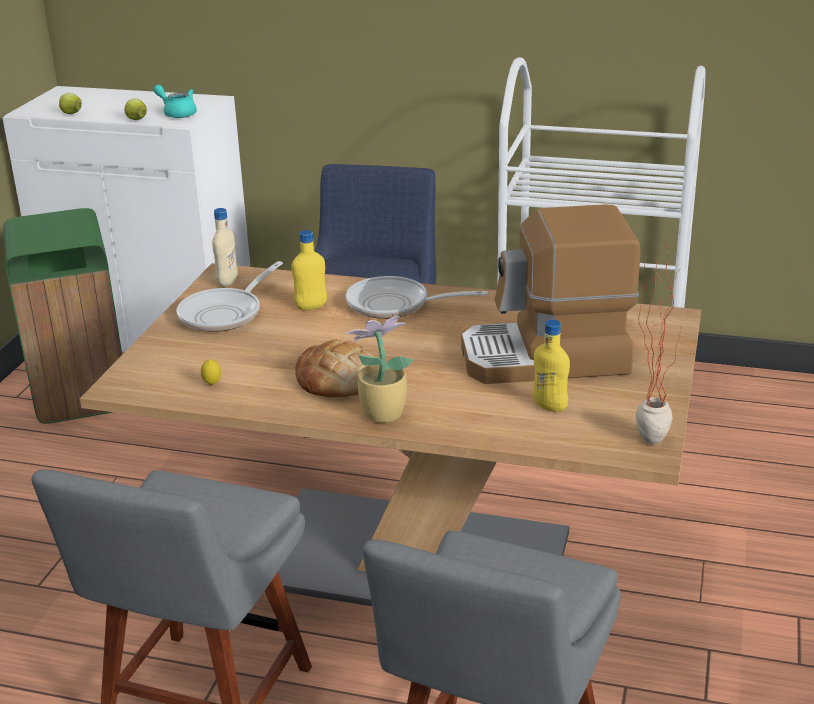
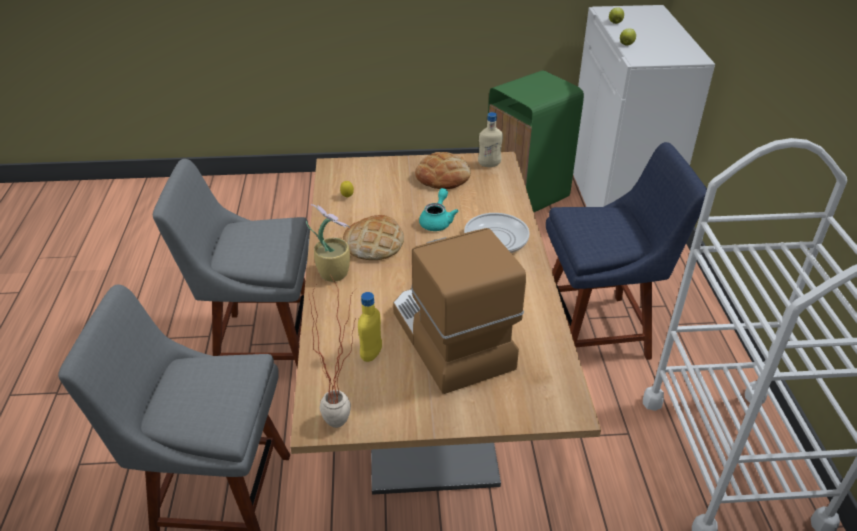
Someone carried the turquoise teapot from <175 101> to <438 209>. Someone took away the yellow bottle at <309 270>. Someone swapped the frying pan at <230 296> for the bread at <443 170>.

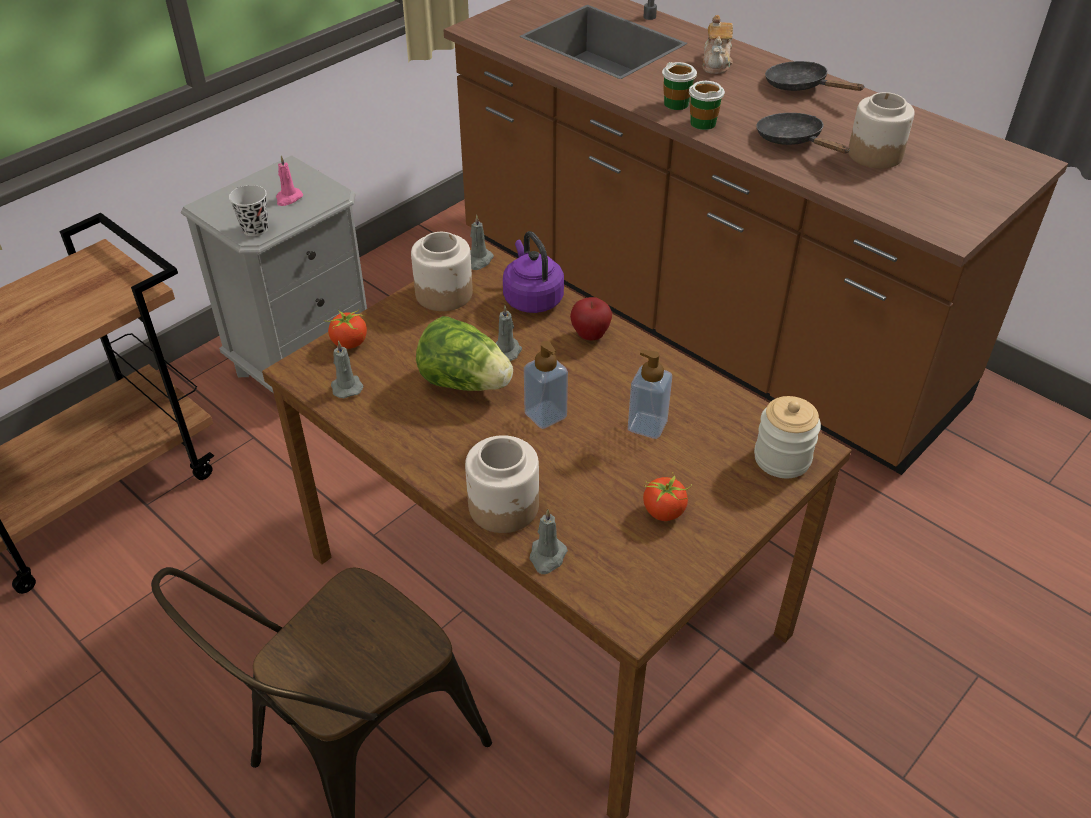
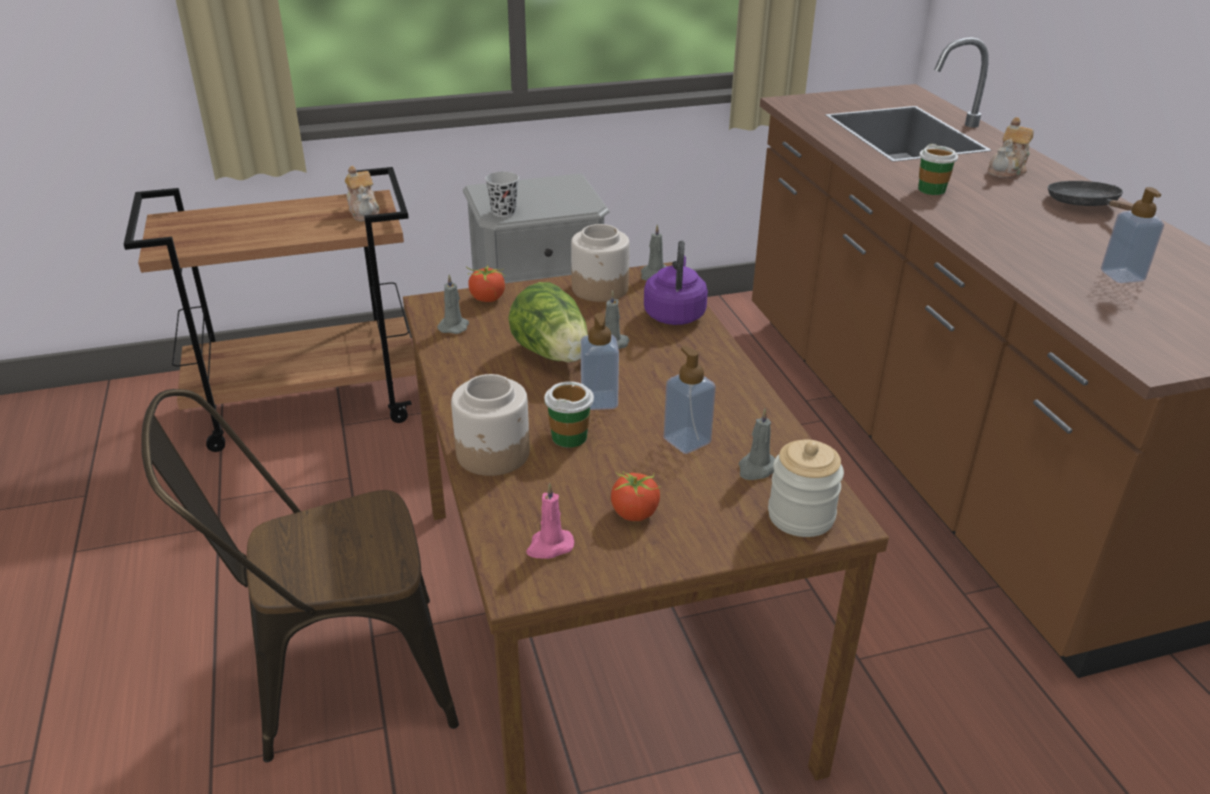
Someone carried the cup from <707 105> to <569 414>. Someone swapped the jar at <881 130> for the soap dispenser at <1132 235>. Someone took away the black frying pan at <803 133>. Someone carried the pink candle from <289 180> to <550 521>. Someone took away the apple at <591 319>. Someone carried the grey candle from <549 541> to <757 444>. Someone put down the teapot at <362 193>.

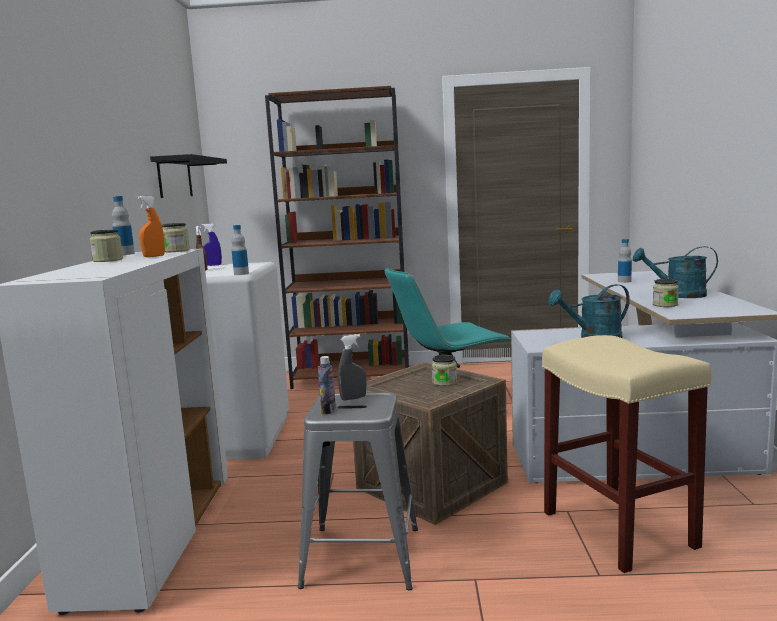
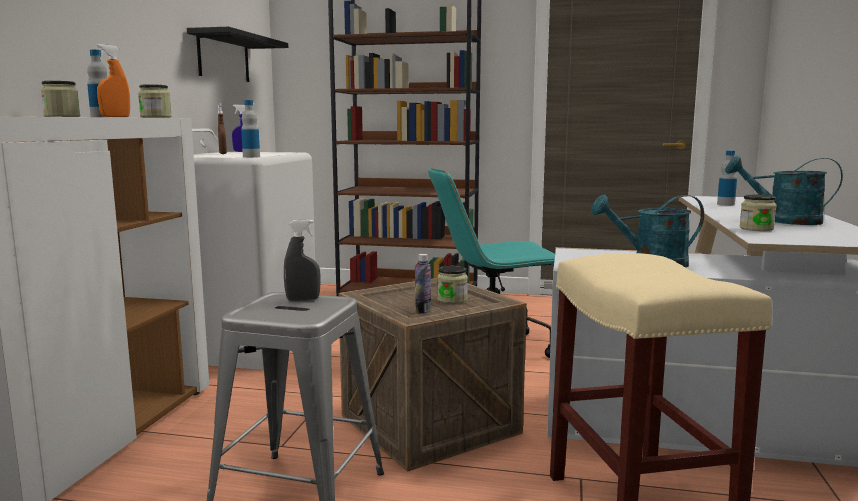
Someone carried the bottle from <327 385> to <423 284>.

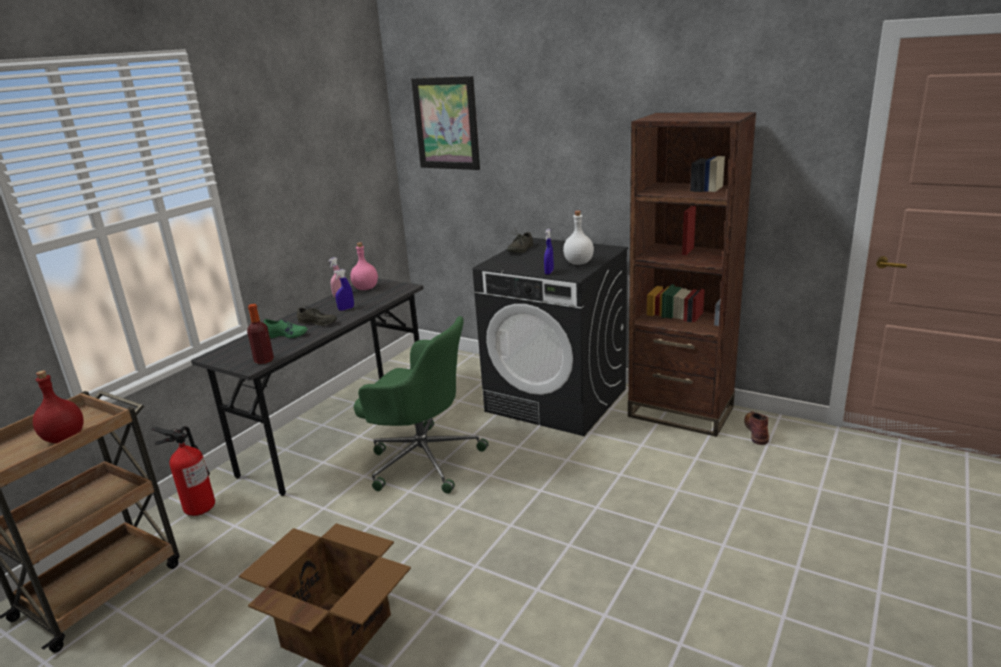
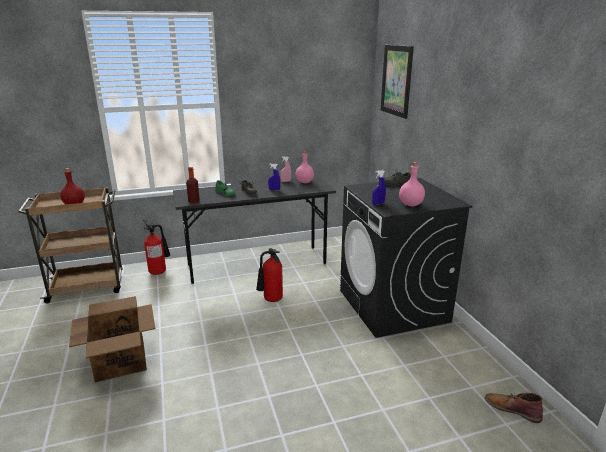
Someone took away the brown bookcase at <692 274>. Someone repainted the white bottle at <578 238>, which became the pink bottle at <412 184>. Someone swapped the green office chair at <421 405> for the fire extinguisher at <269 275>. Someone rotated the brown boot at <756 428> by 105 degrees counterclockwise.

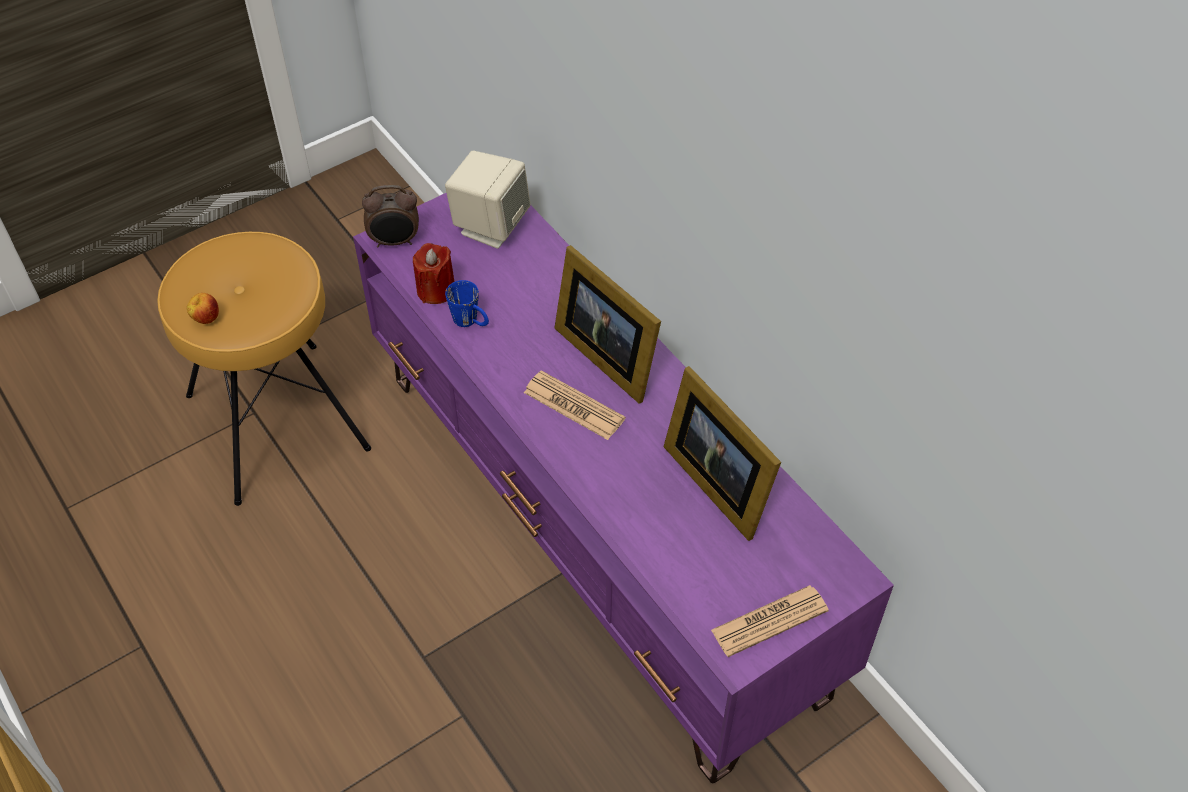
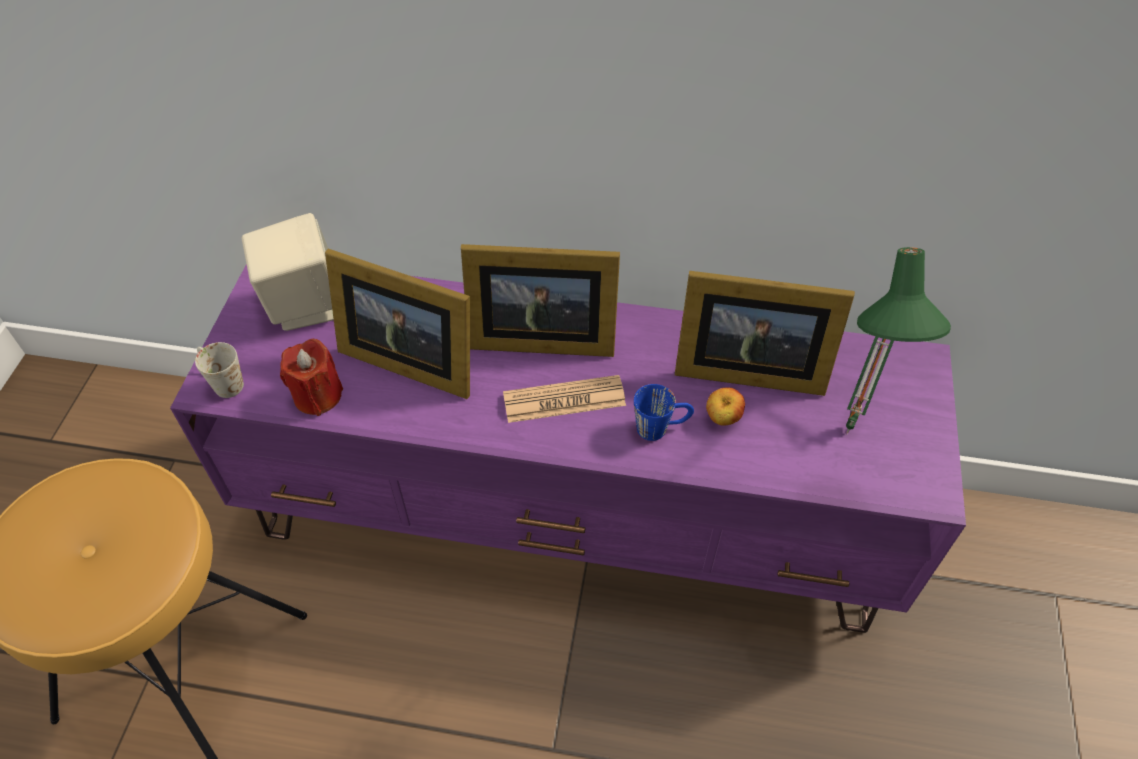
Someone swapped the alarm clock at <390 216> for the white mug at <219 370>. Someone carried the blue mug from <467 303> to <664 412>. Someone carried the apple from <203 308> to <725 406>. Someone took away the newspaper at <770 621>. Someone put down the green table lamp at <898 341>. Someone put down the picture frame at <397 324>.

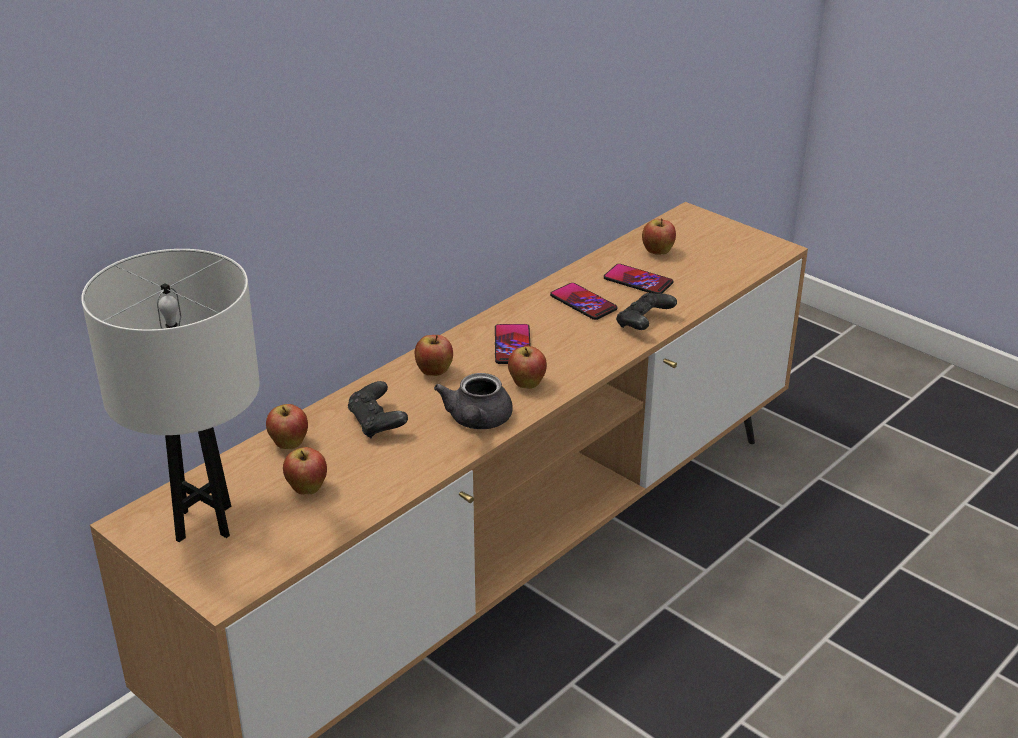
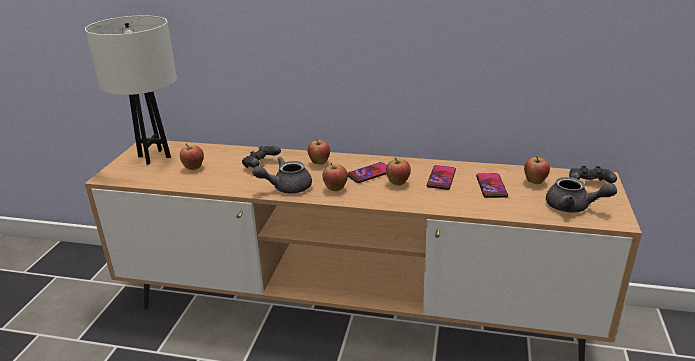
Someone carried the black game controller from <646 311> to <593 174>. Someone carried the apple from <287 426> to <398 171>. Someone put down the grey teapot at <581 194>.

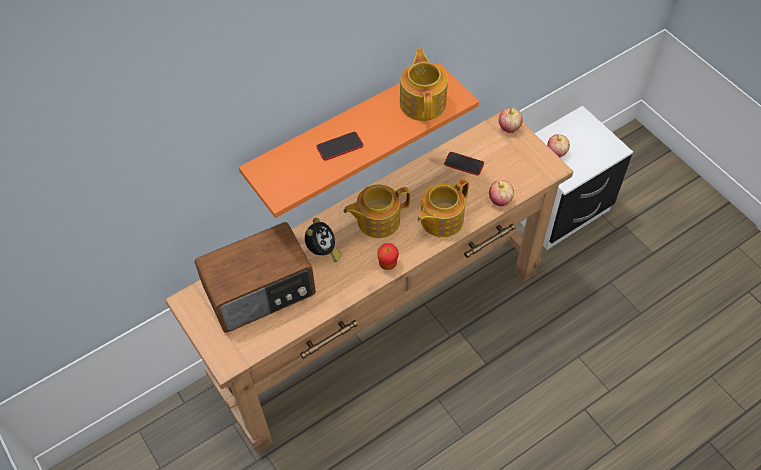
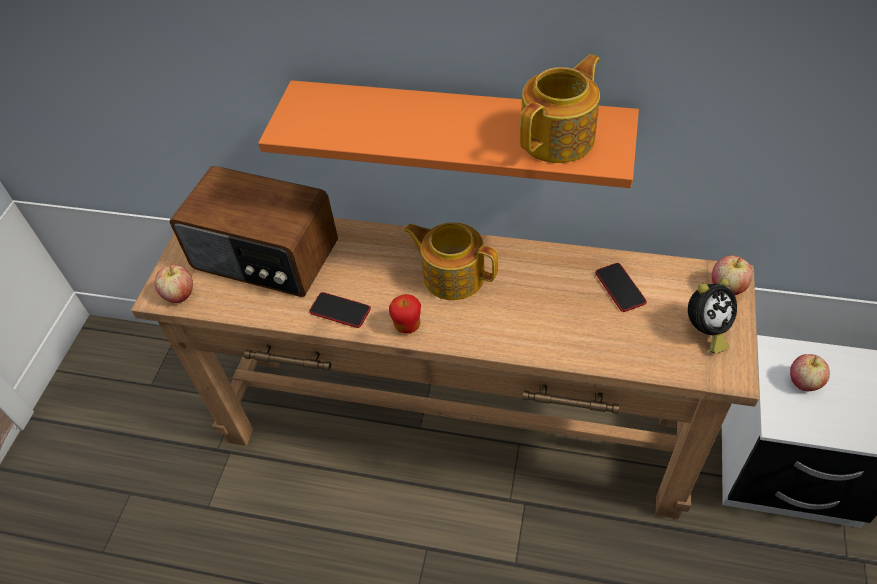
Someone carried the phone from <339 146> to <340 310>. Someone took away the teapot at <443 207>. Someone carried the apple from <501 193> to <173 284>. Someone carried the alarm clock from <323 240> to <712 316>.

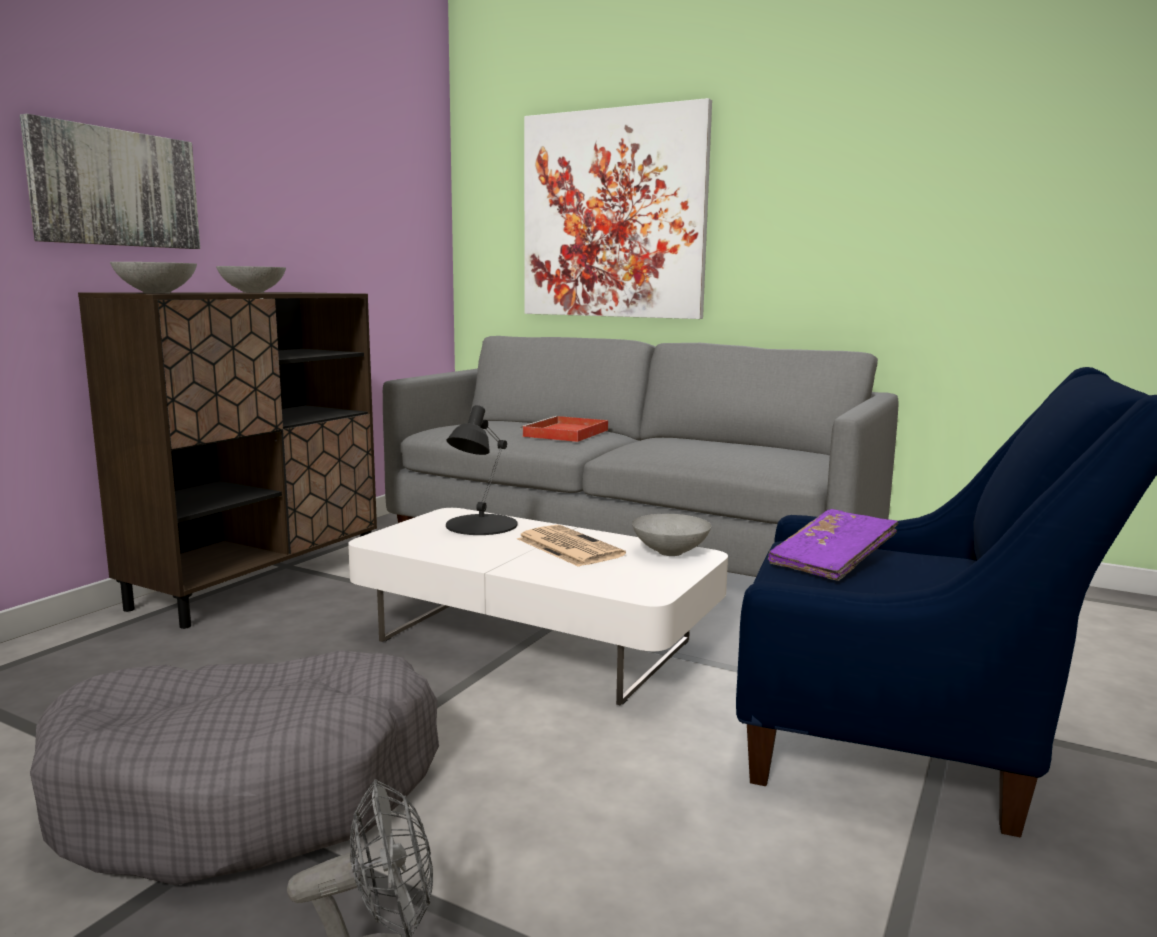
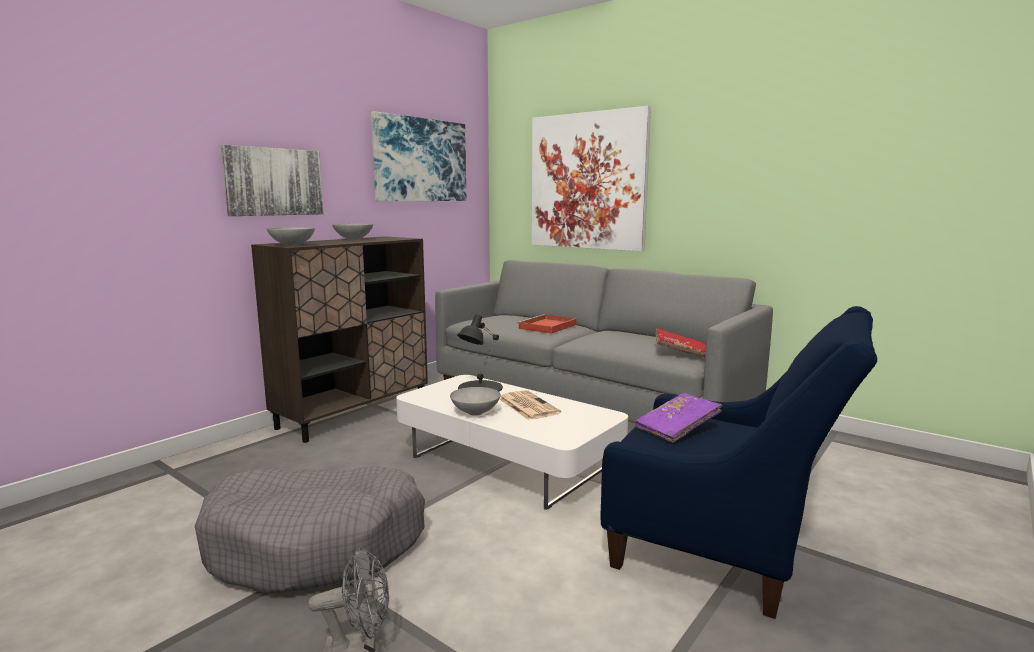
Someone carried the grey bowl from <671 535> to <475 401>. Someone put up the picture at <418 156>. Someone put down the red book at <680 343>.

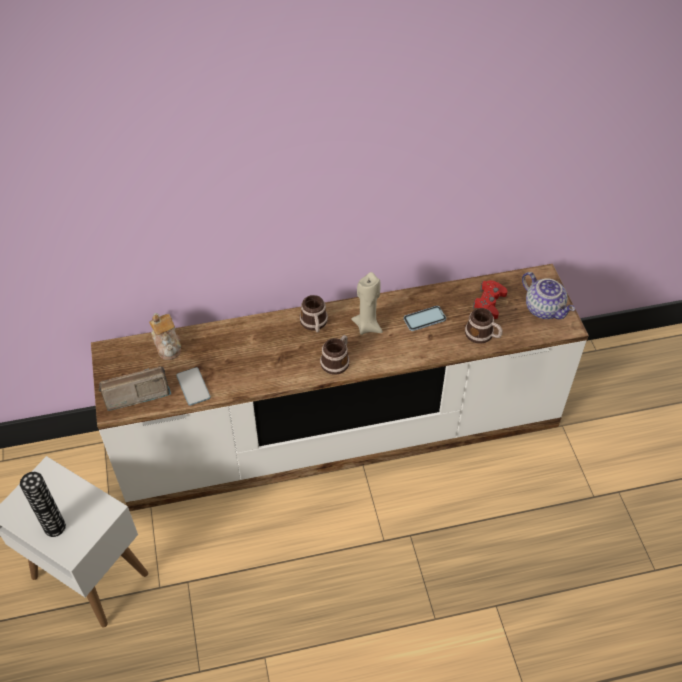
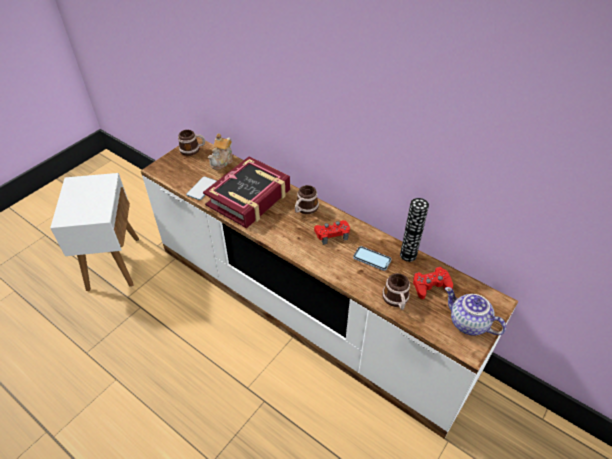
Someone swapped the beige candle at <367 303> for the red game controller at <332 232>. Someone rotated the teapot at <548 295> by 120 degrees clockwise. Someone carried the mug from <334 355> to <191 143>. Someone took away the radio at <135 388>. Someone carried the vase from <43 504> to <414 230>. Someone put down the book at <246 192>.

